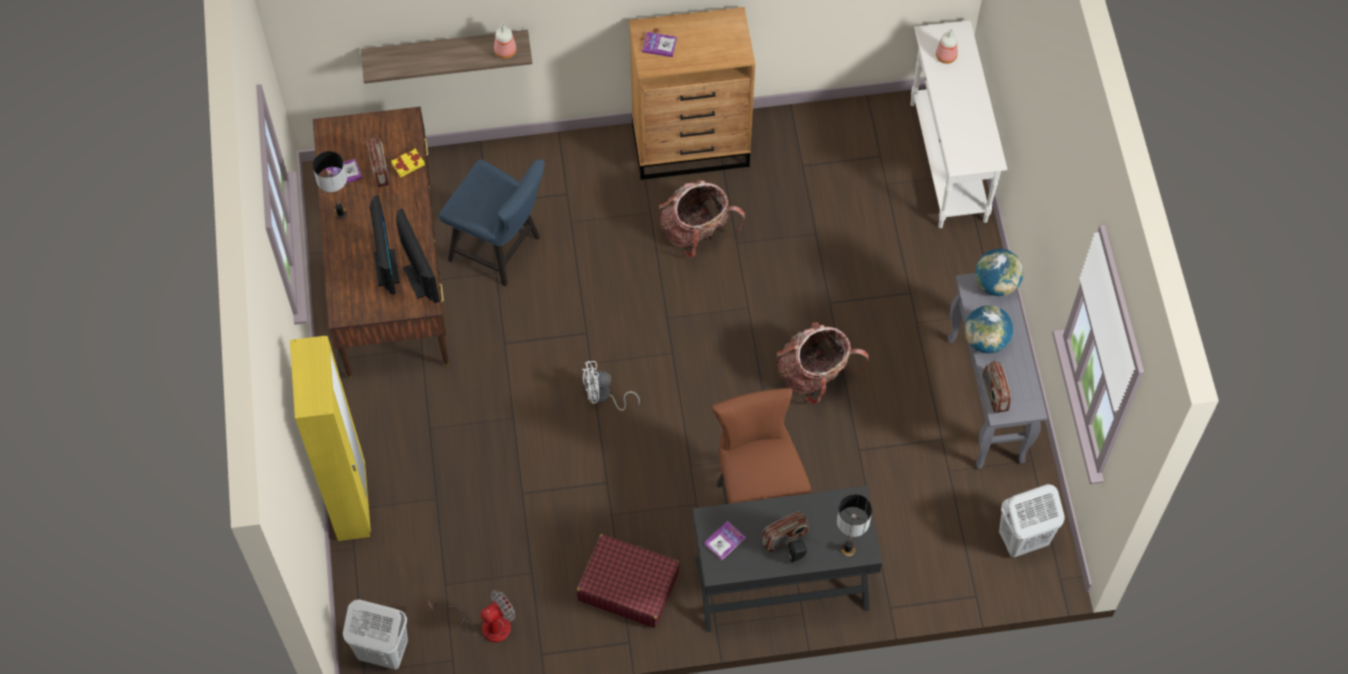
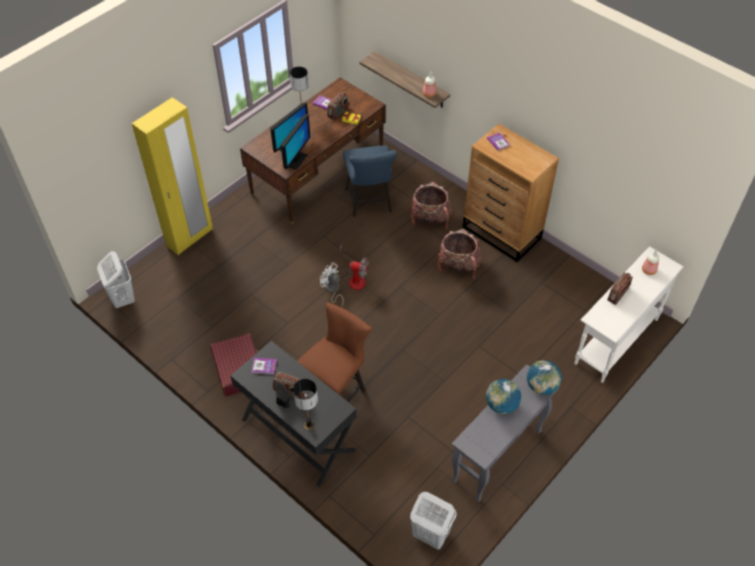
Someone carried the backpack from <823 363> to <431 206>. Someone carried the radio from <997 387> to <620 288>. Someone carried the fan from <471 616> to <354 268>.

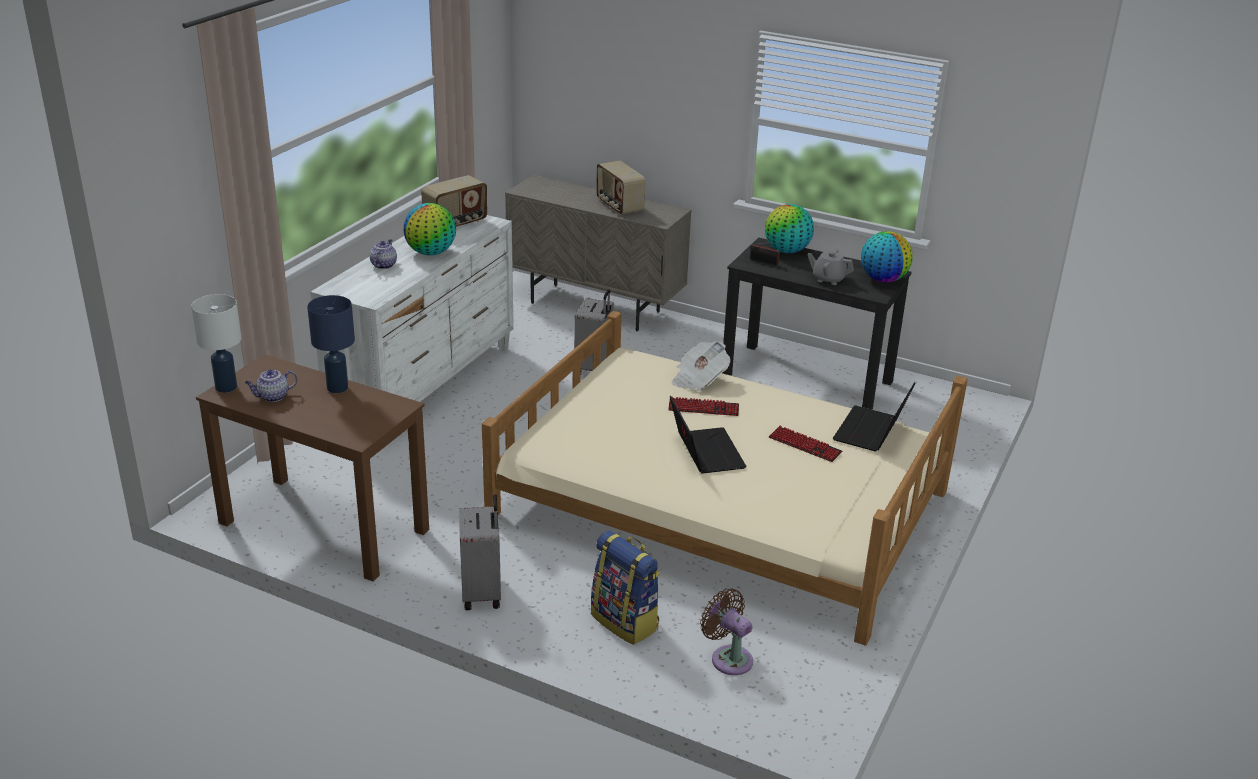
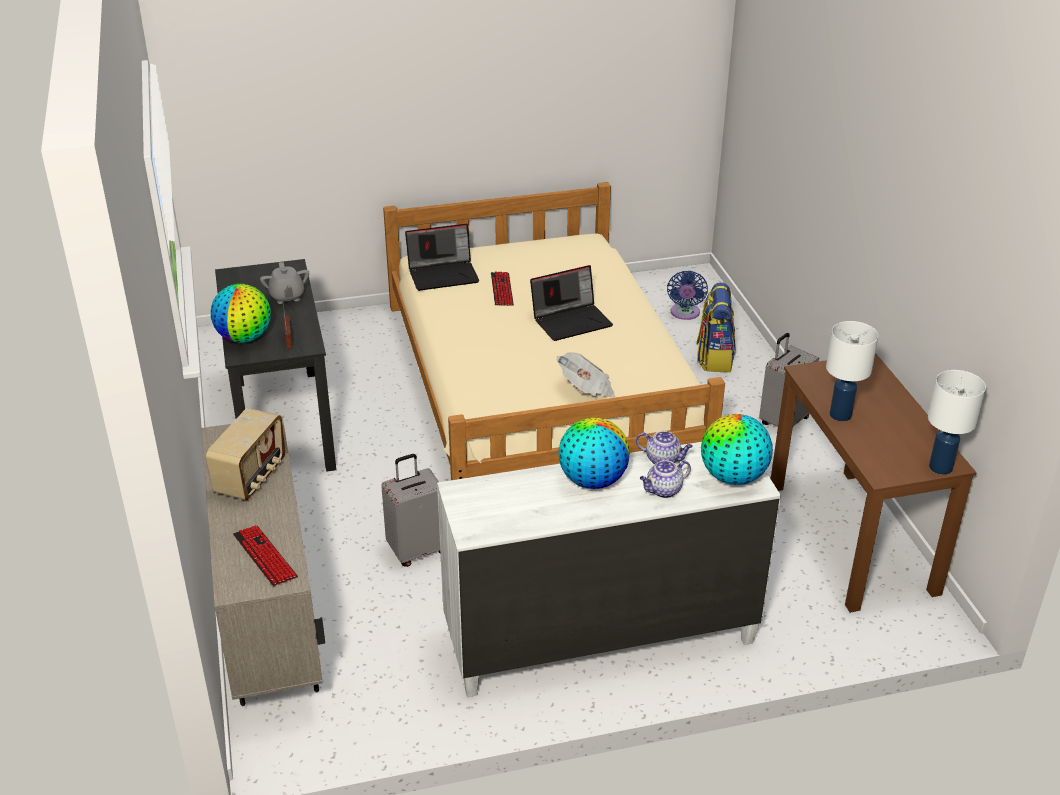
Someone took away the radio at <454 201>. Someone carried the globe from <887 256> to <737 449>. Someone repainted the blue table lamp at <331 344>, which became the white table lamp at <852 371>. Someone carried the newspaper from <701 366> to <586 375>. Someone carried the teapot from <271 386> to <664 448>. Someone rotated the laptop at <708 434> by 150 degrees counterclockwise. Someone carried the keyboard from <703 406> to <265 555>. Someone repainted the brown fan at <726 632>, which became the blue fan at <687 295>.

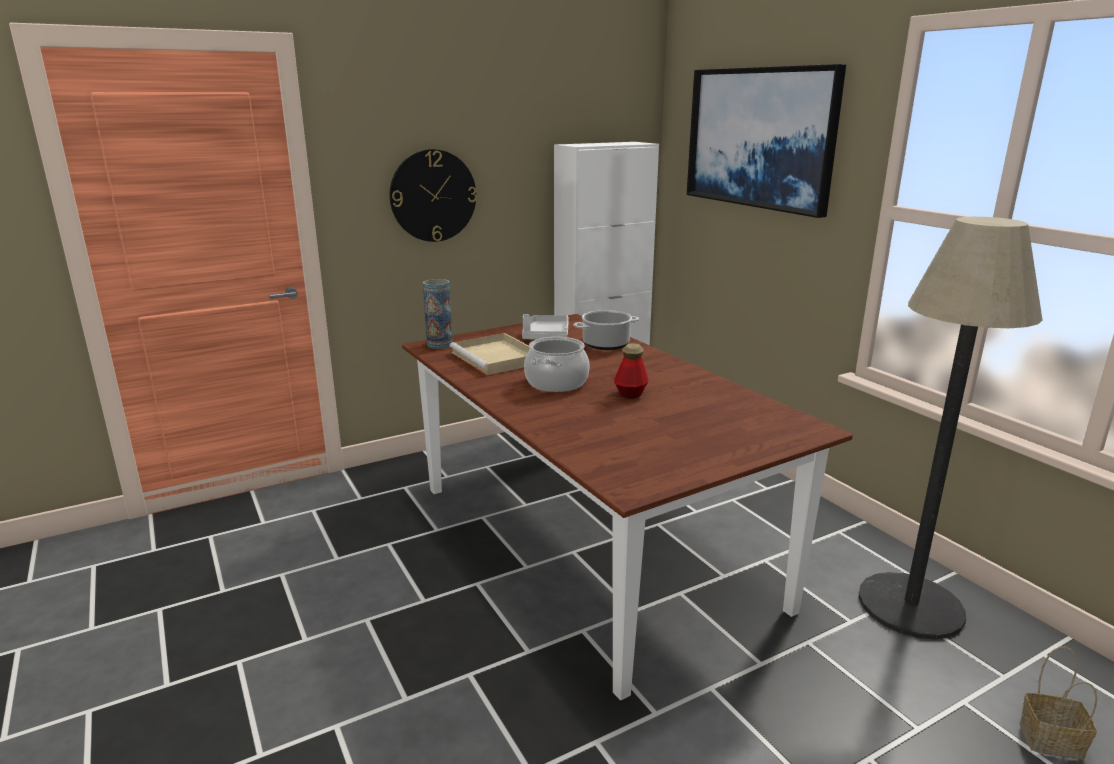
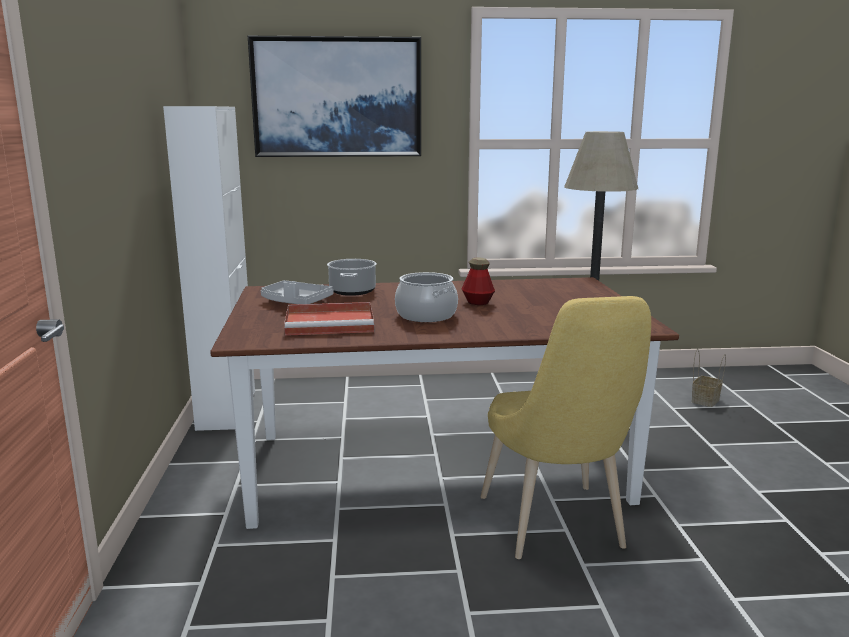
Someone took away the wall clock at <433 195>. Someone took away the vase at <438 314>. Someone repainted the beige tray at <490 354>, which became the red tray at <329 319>. Someone put down the yellow chair at <566 427>.

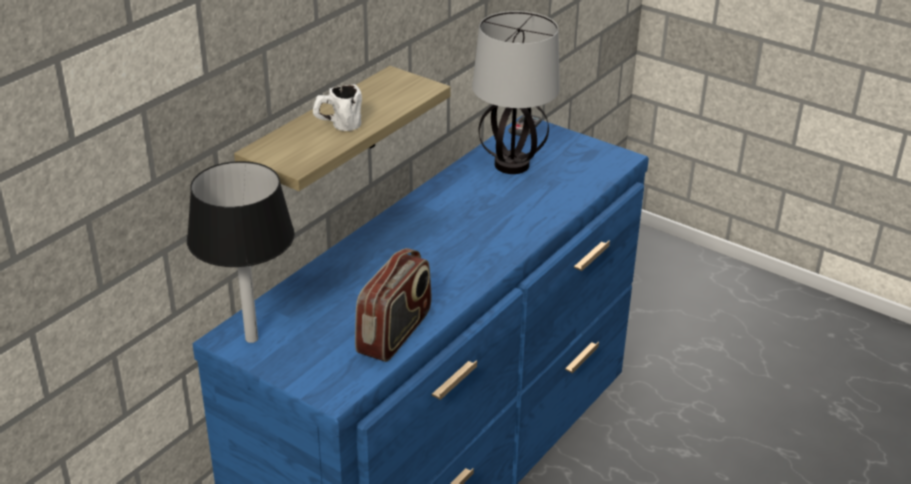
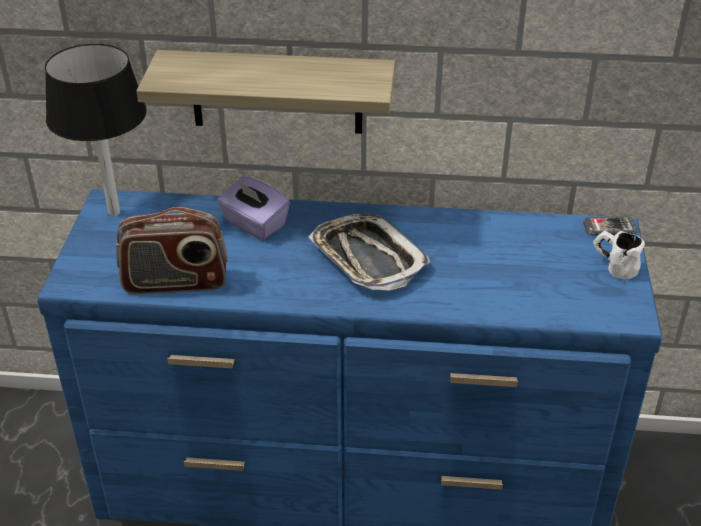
Someone took away the table lamp at <516 92>. Someone carried the white mug from <337 107> to <619 254>. Someone put down the purple tissue box at <253 208>. Someone put down the tray at <369 252>.

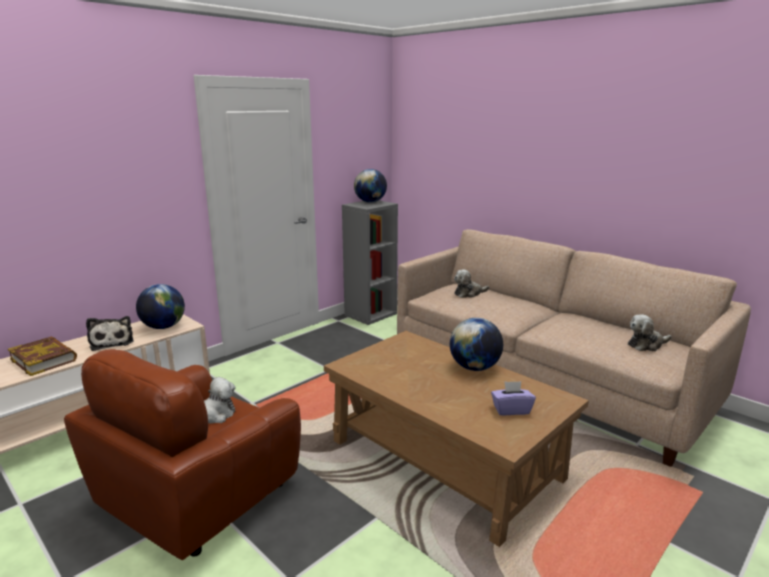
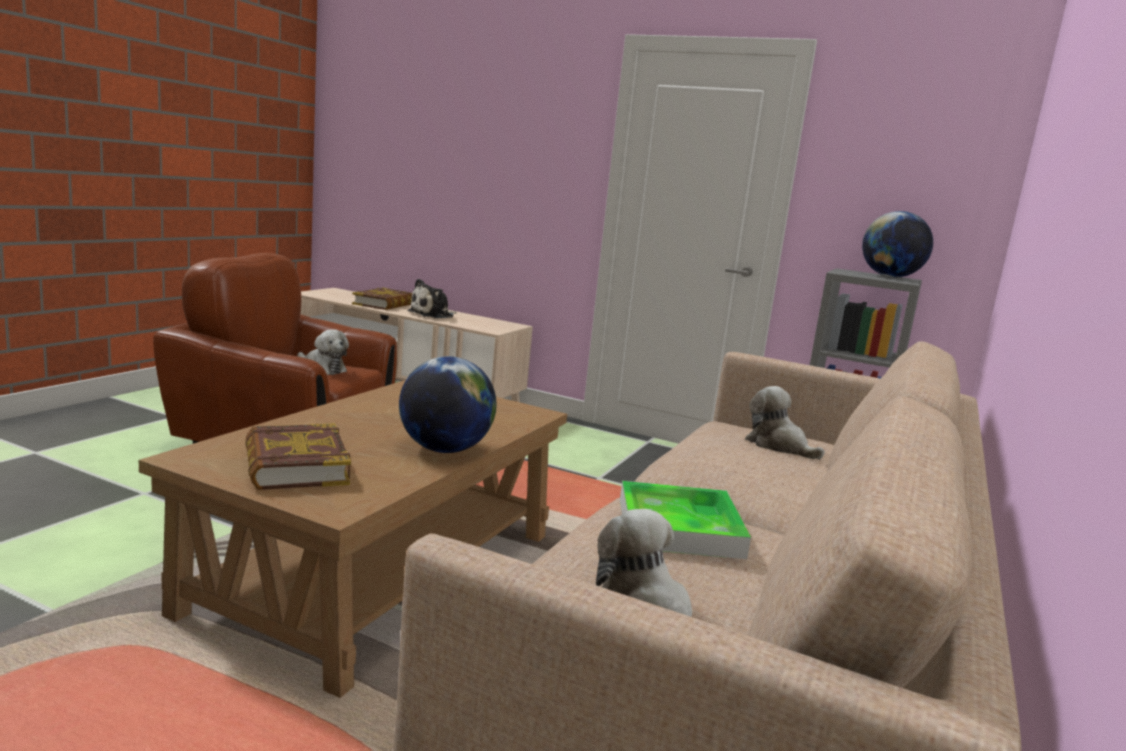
Someone took away the globe at <160 306>. Someone swapped the purple tissue box at <513 398> for the book at <298 457>. Someone put down the tray at <685 520>.

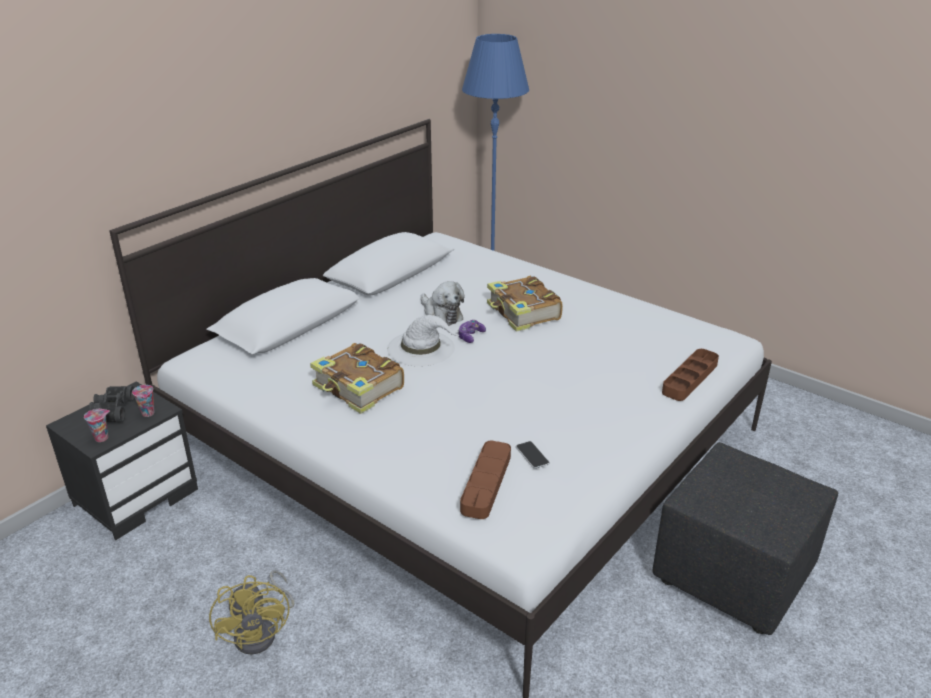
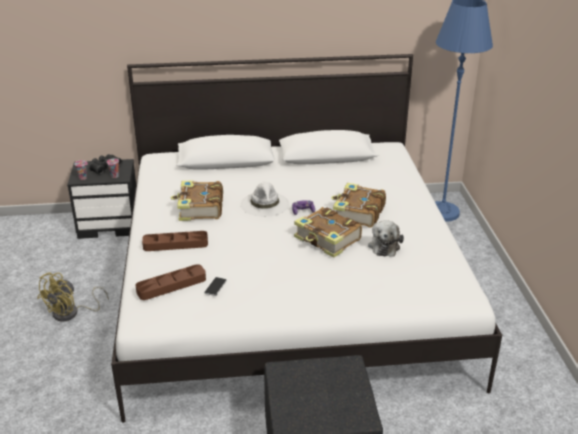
Someone carried the plush toy from <443 303> to <386 238>. Someone carried the brown tray from <690 375> to <175 241>. Someone put down the book at <328 232>.

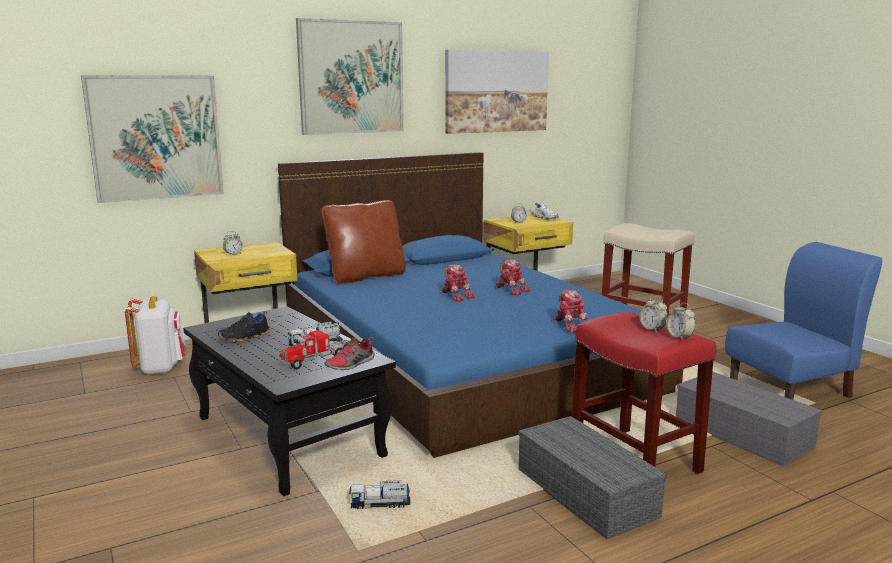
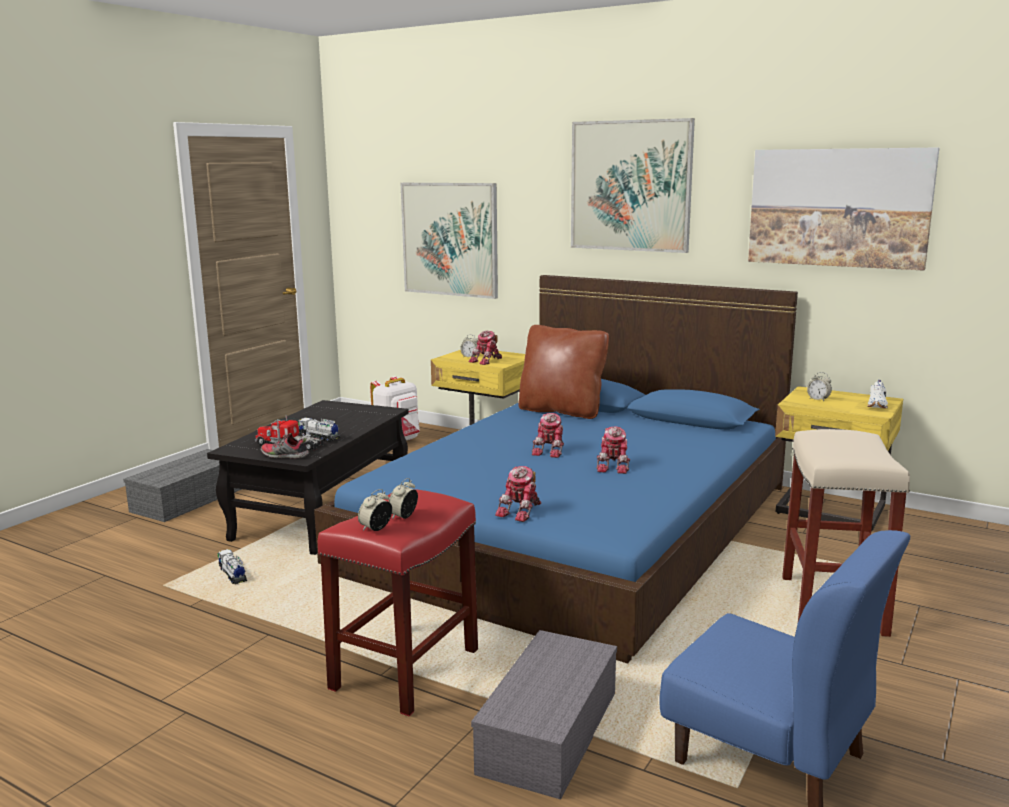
Someone took away the black shoe at <244 326>. Someone carried the grey storage box from <592 477> to <182 485>. Someone put down the toy robot at <485 348>.

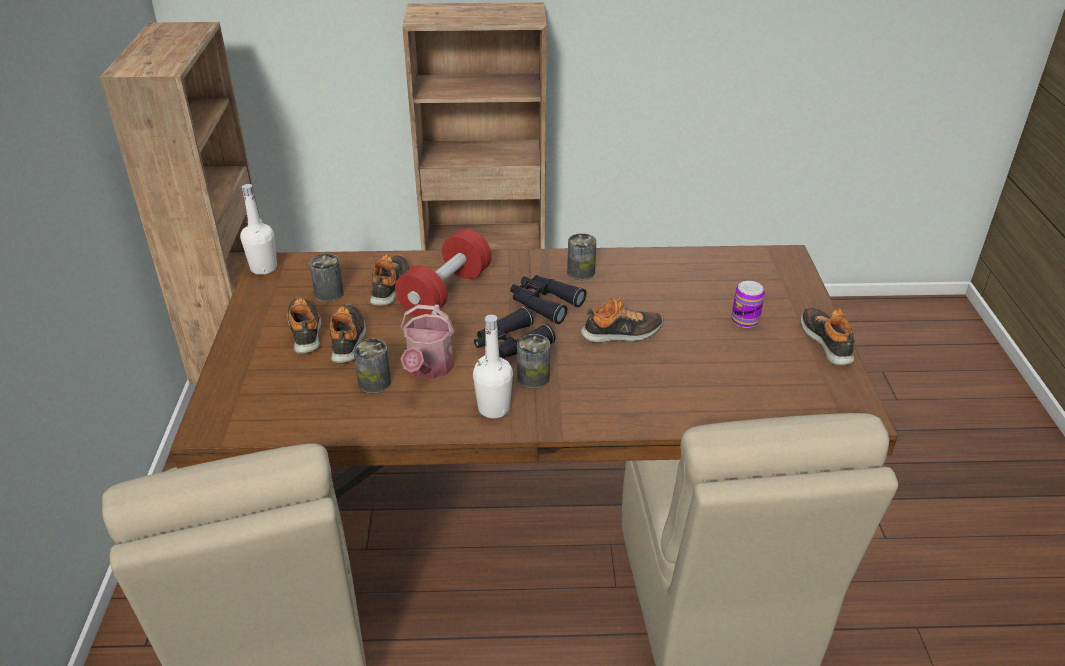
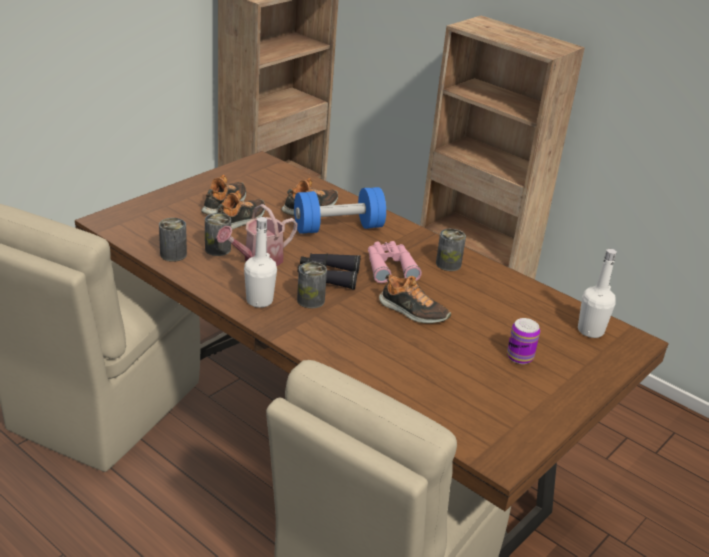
Someone carried the white bottle from <258 229> to <597 293>. Someone repainted the red dumbbell at <443 273>, which became the blue dumbbell at <340 210>. Someone carried the can from <326 278> to <173 240>. Someone repainted the black binoculars at <548 299>, which became the pink binoculars at <395 262>. Someone took away the shoe at <828 336>.

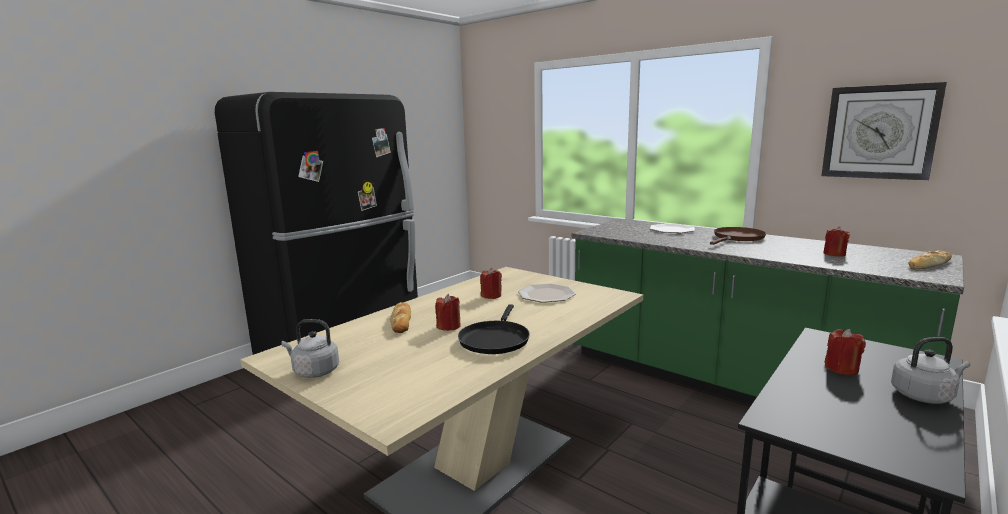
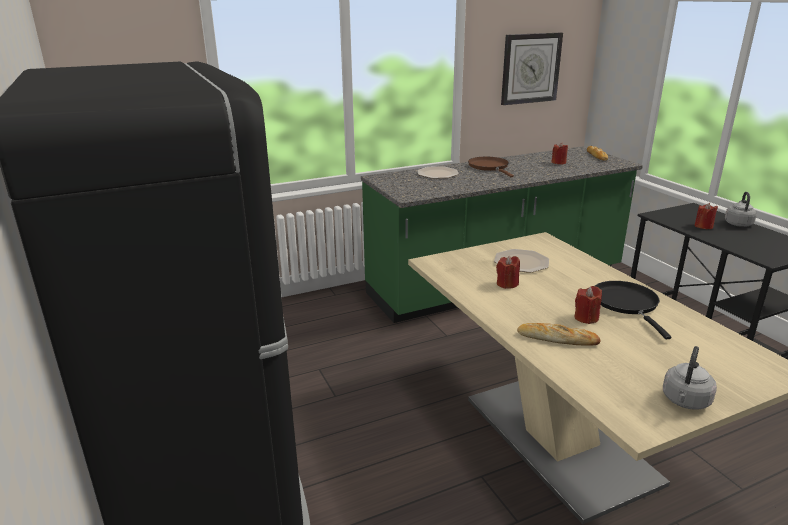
Someone rotated the black frying pan at <494 329> by 135 degrees counterclockwise.

